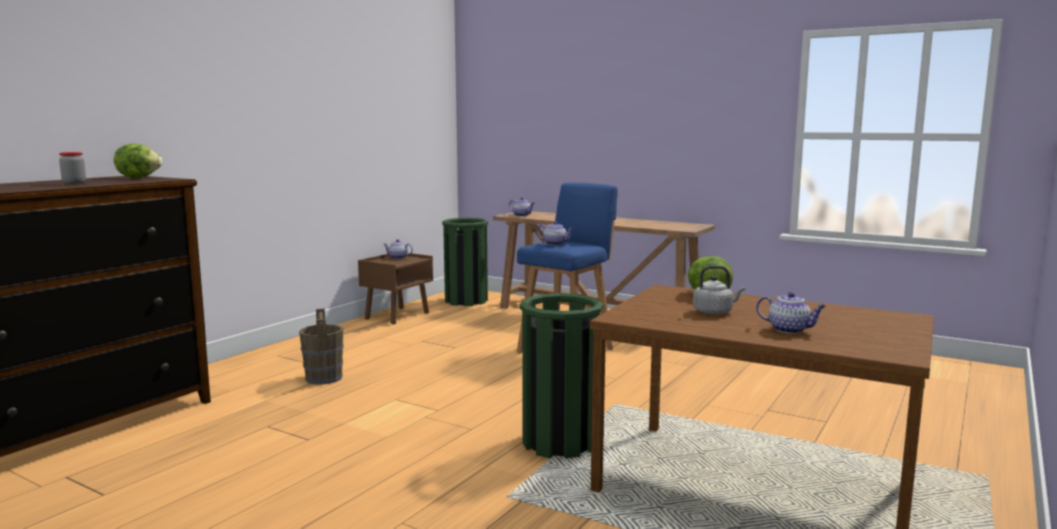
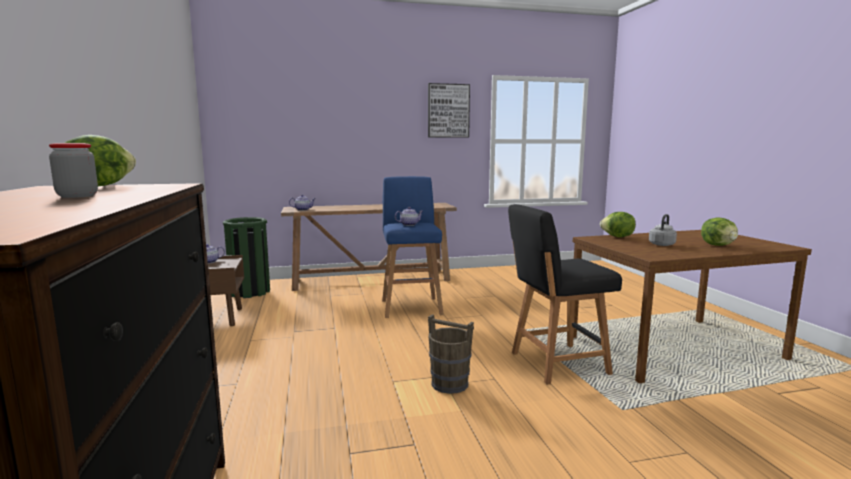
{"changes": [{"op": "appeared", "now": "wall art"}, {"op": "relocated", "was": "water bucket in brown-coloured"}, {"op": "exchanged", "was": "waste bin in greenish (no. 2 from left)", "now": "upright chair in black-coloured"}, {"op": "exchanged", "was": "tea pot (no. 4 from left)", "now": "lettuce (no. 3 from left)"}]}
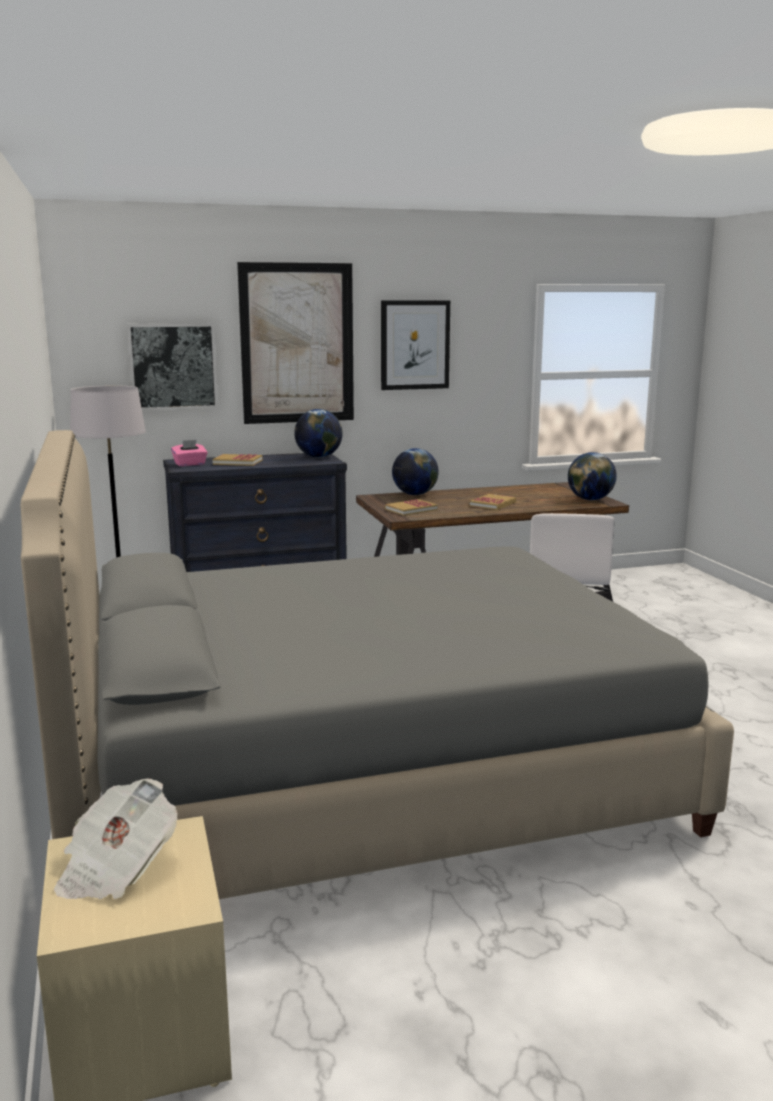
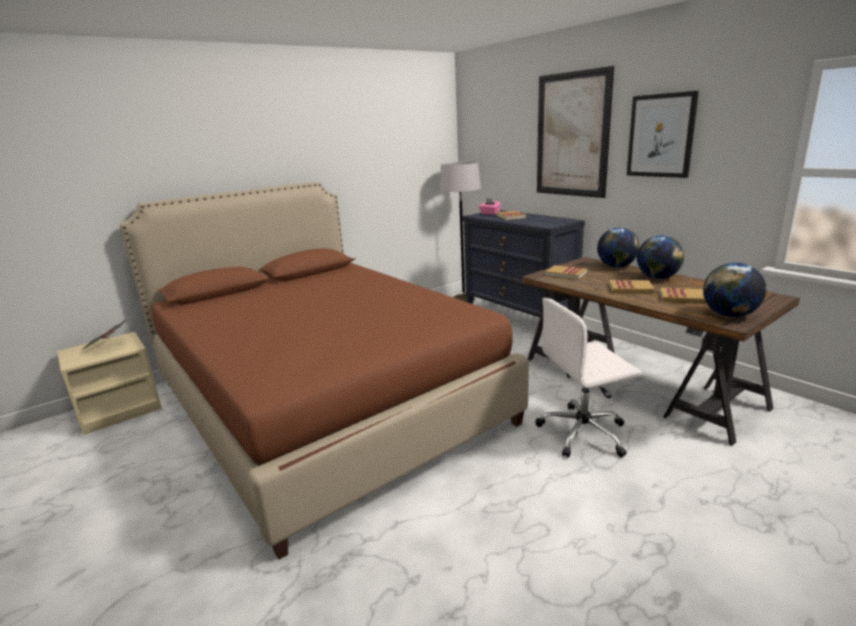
{"changes": [{"op": "missing", "was": "wall art (no. 1 from left)"}, {"op": "appeared", "now": "volume (no. 4 from left)"}, {"op": "relocated", "was": "world globe (no. 1 from left in the first image)", "now": "world globe (no. 2 from left)"}, {"op": "colour", "was": "sleeping bed in gray", "now": "sleeping bed in brown-coloured"}]}
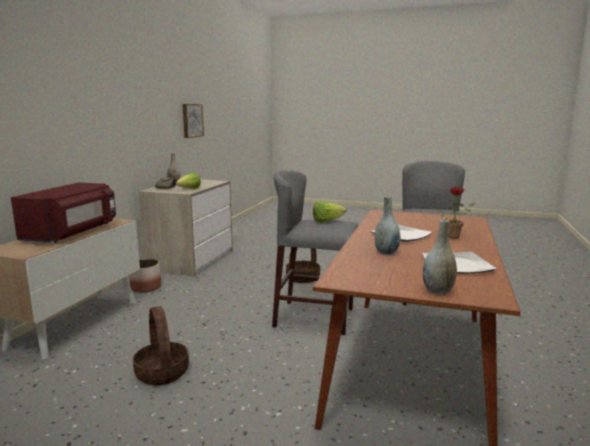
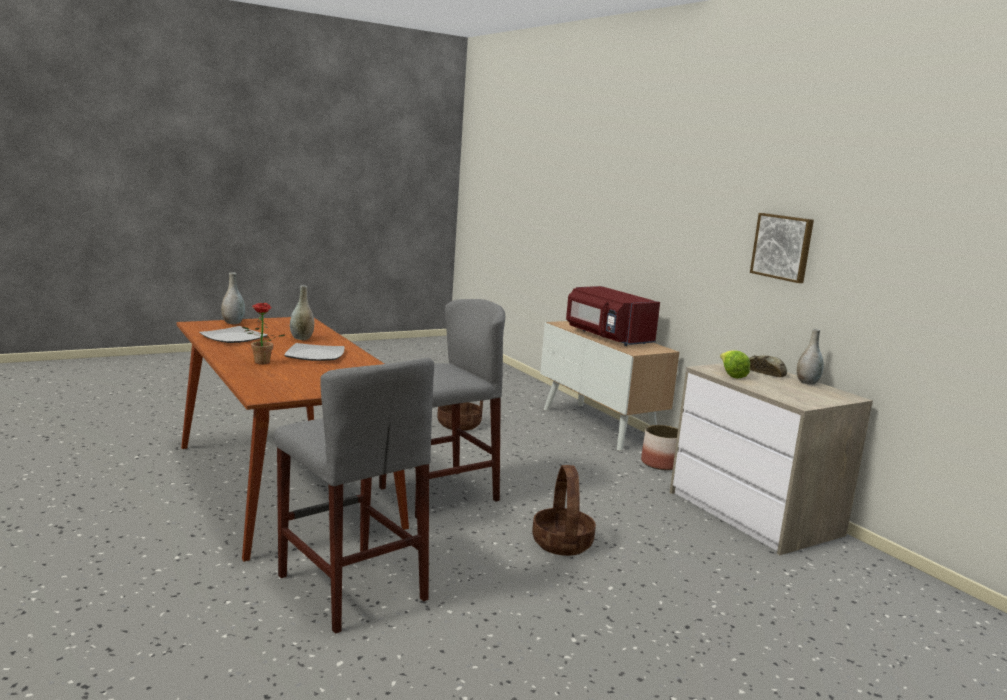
{"changes": [{"op": "missing", "was": "lettuce (no. 2 from left)"}, {"op": "relocated", "was": "wall art"}]}
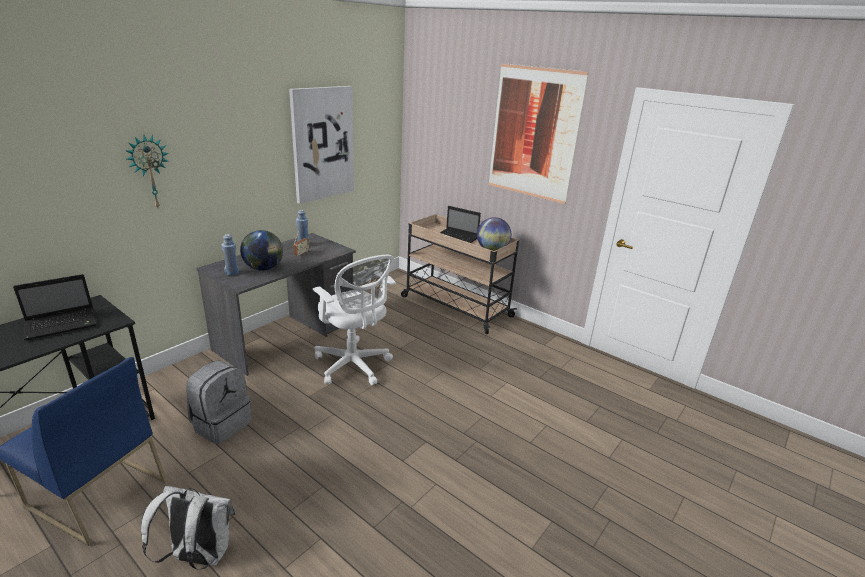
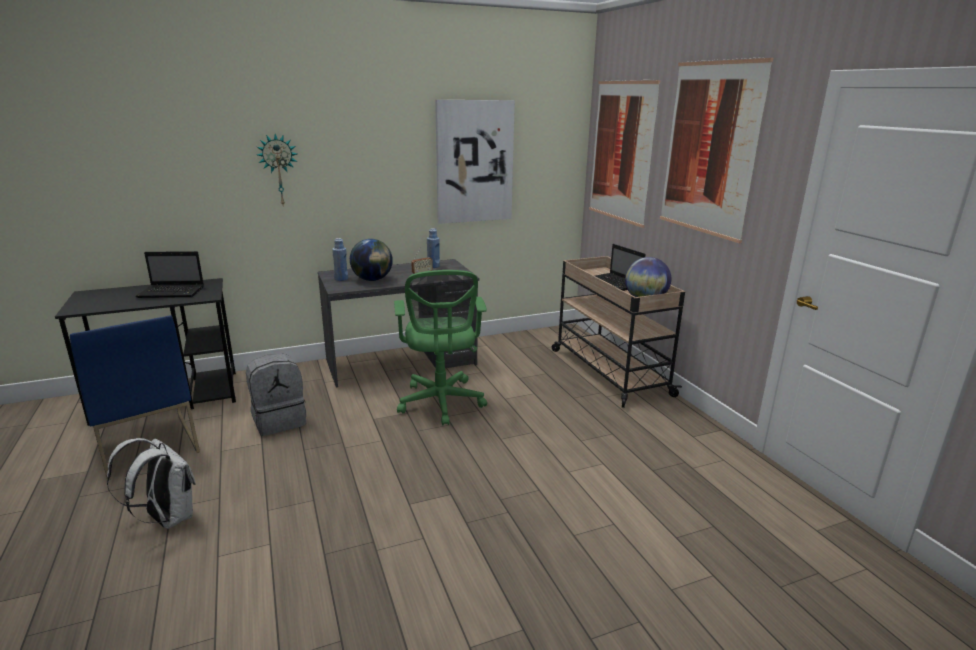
{"changes": [{"op": "appeared", "now": "wall art (no. 2 from left)"}, {"op": "colour", "was": "office chair in white-coloured", "now": "office chair in greenish"}]}
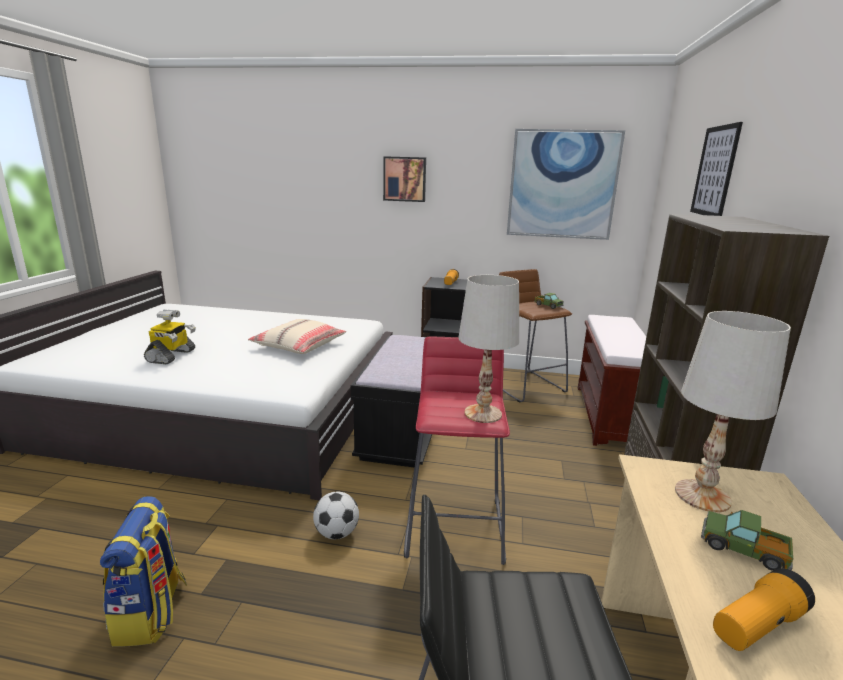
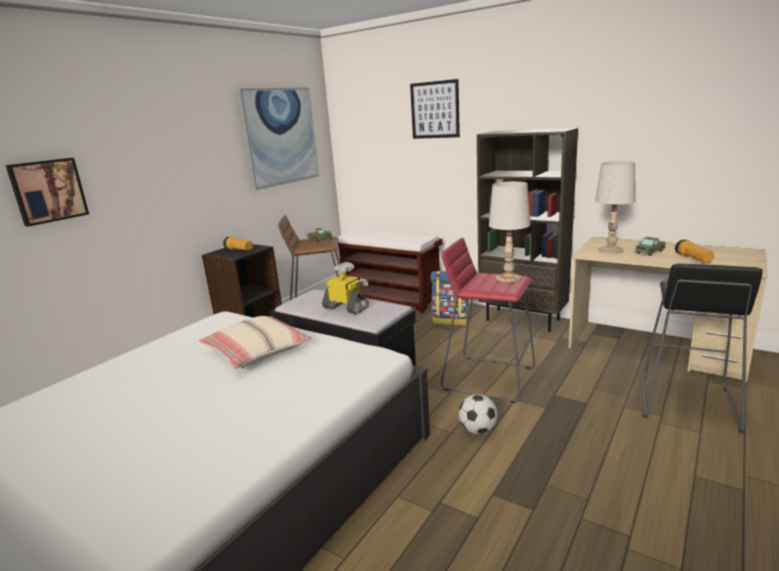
{"changes": [{"op": "relocated", "was": "rucksack"}, {"op": "relocated", "was": "toy robot"}, {"op": "relocated", "was": "wall art (no. 1 from left)"}]}
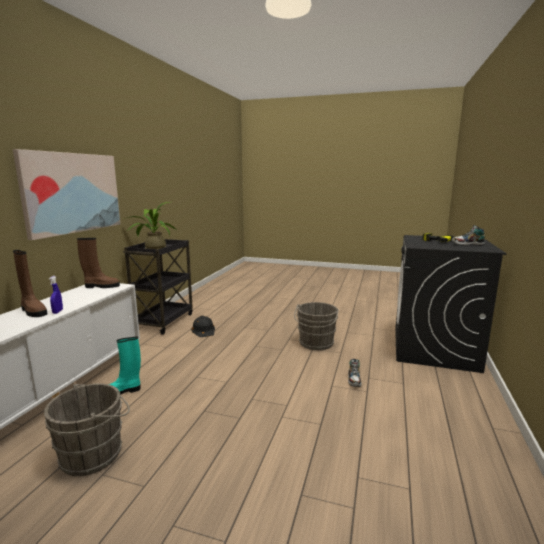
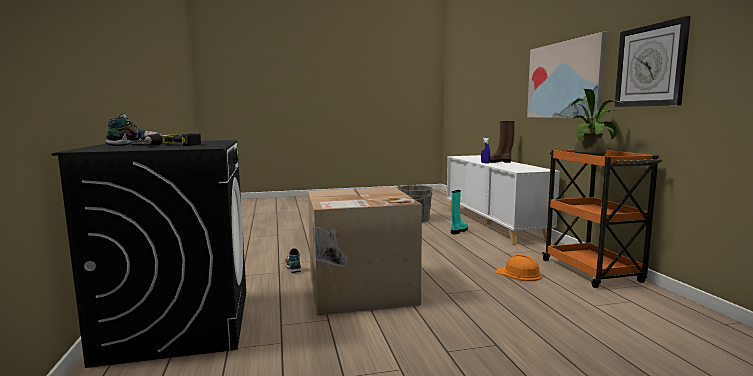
{"changes": [{"op": "missing", "was": "tall boot in brown-coloured (no. 2 from left)"}, {"op": "appeared", "now": "hanging clock"}, {"op": "exchanged", "was": "water bucket in gray (no. 2 from left)", "now": "packing box"}, {"op": "colour", "was": "wheeled cart in black-coloured", "now": "wheeled cart in orangey"}, {"op": "colour", "was": "hard hat in black-coloured", "now": "hard hat in orangey"}]}
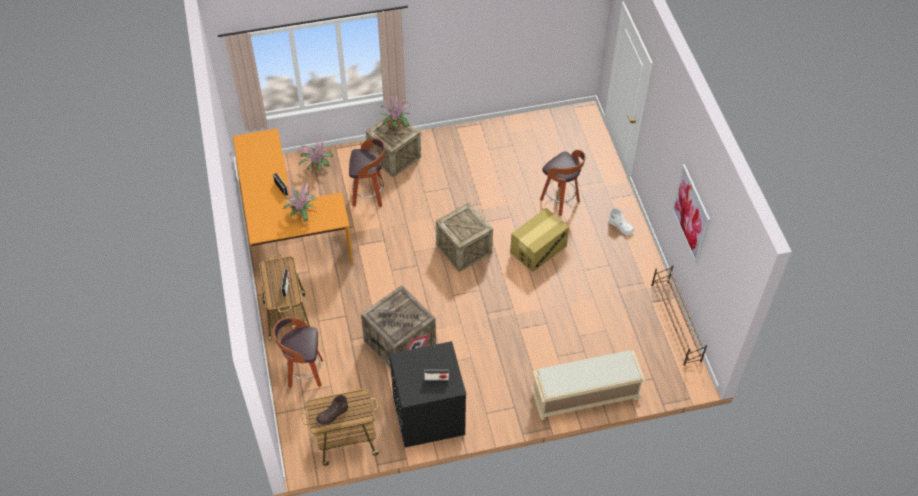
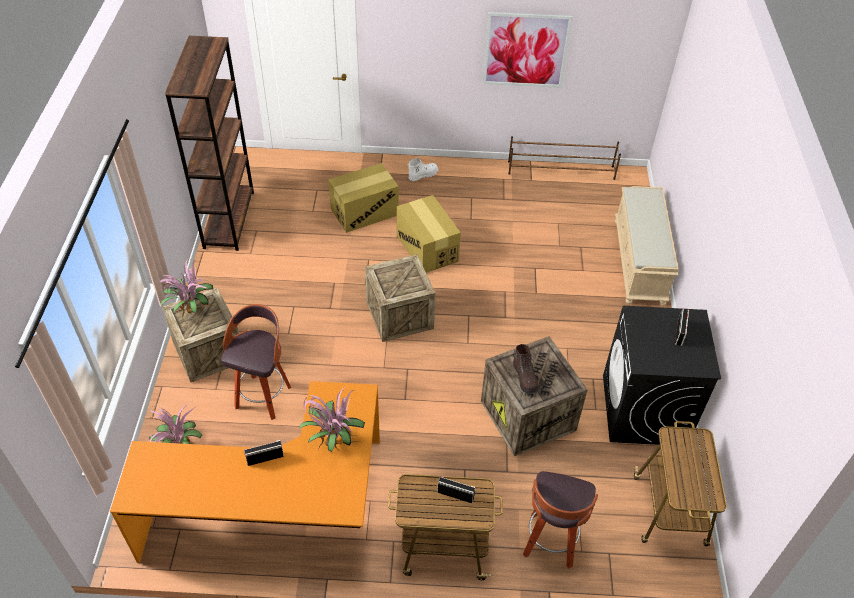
{"changes": [{"op": "appeared", "now": "bookshelf in brown-coloured"}, {"op": "relocated", "was": "tall boot in brown-coloured"}, {"op": "exchanged", "was": "sitting stool (no. 3 from left)", "now": "packing box (no. 1 from left)"}]}
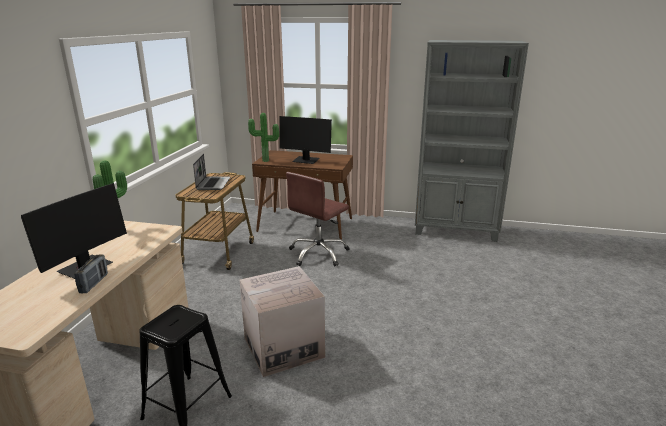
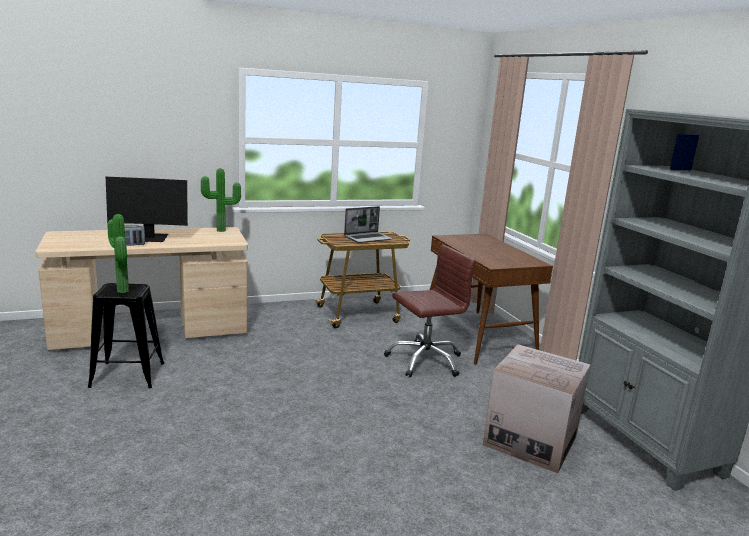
{"changes": [{"op": "missing", "was": "computer screen (no. 2 from left)"}, {"op": "relocated", "was": "packing box"}, {"op": "relocated", "was": "potted plant (no. 2 from left in the first image)", "now": "potted plant (no. 1 from left)"}, {"op": "spun", "was": "office chair in brown-coloured", "clockwise": 150}]}
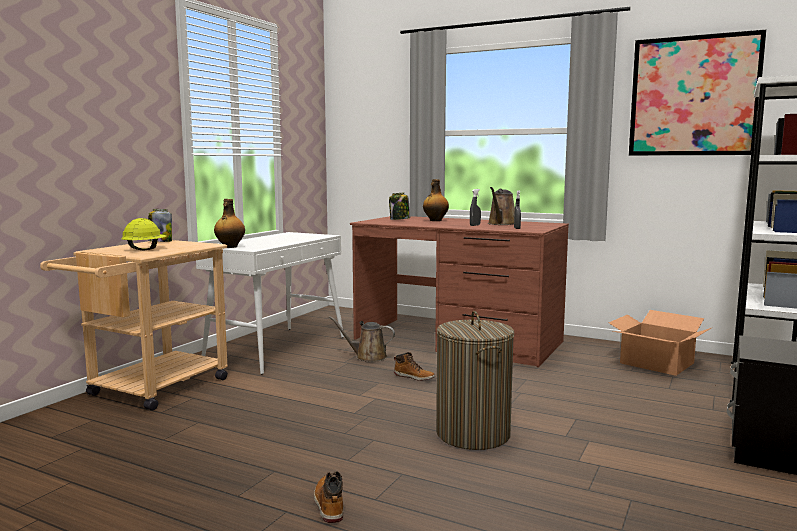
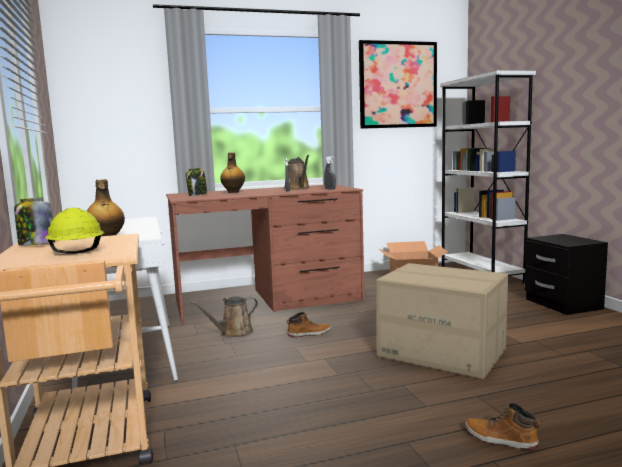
{"changes": [{"op": "exchanged", "was": "laundry basket", "now": "packing box (no. 2 from left)"}]}
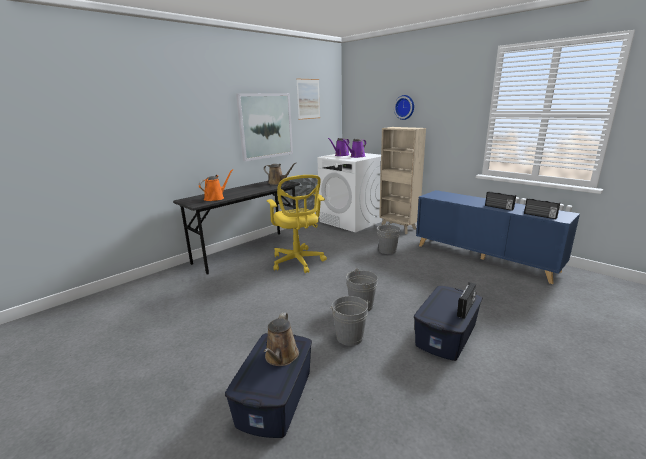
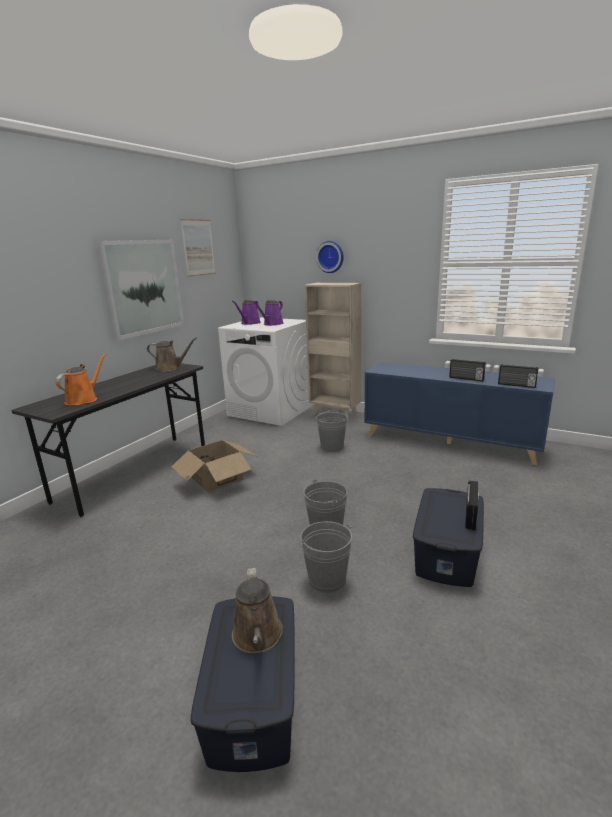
{"changes": [{"op": "exchanged", "was": "office chair in yellow-coloured", "now": "packing box"}]}
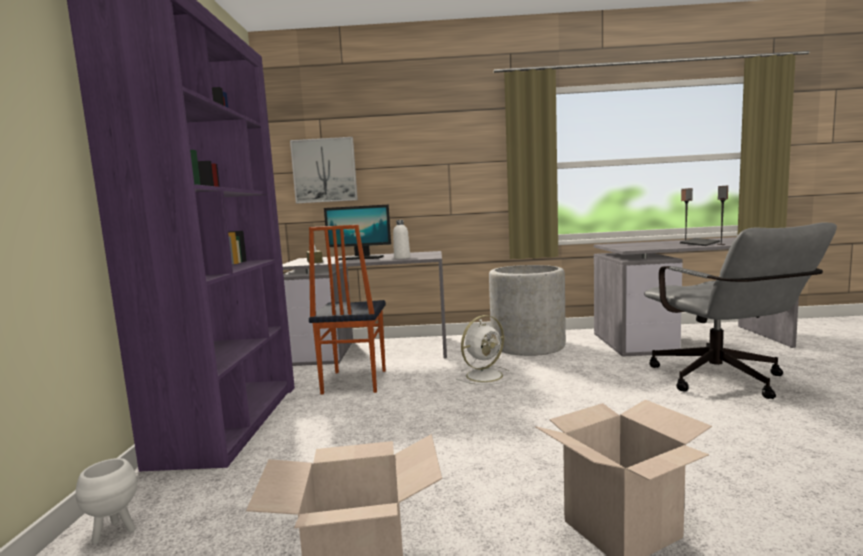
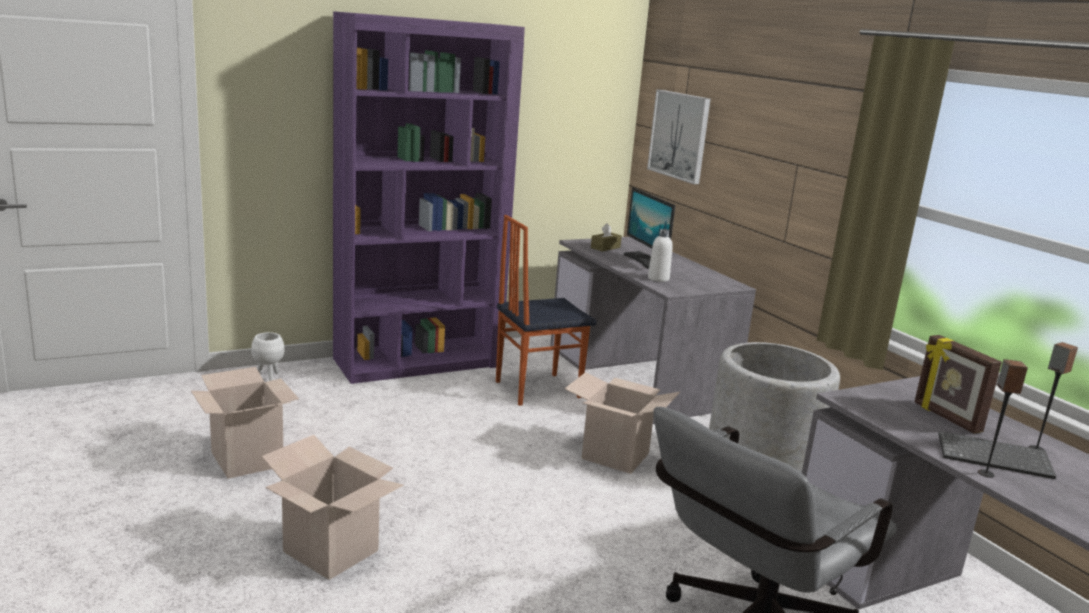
{"changes": [{"op": "appeared", "now": "photo frame"}, {"op": "exchanged", "was": "cooling fan in white-coloured", "now": "packing box (no. 3 from left)"}]}
